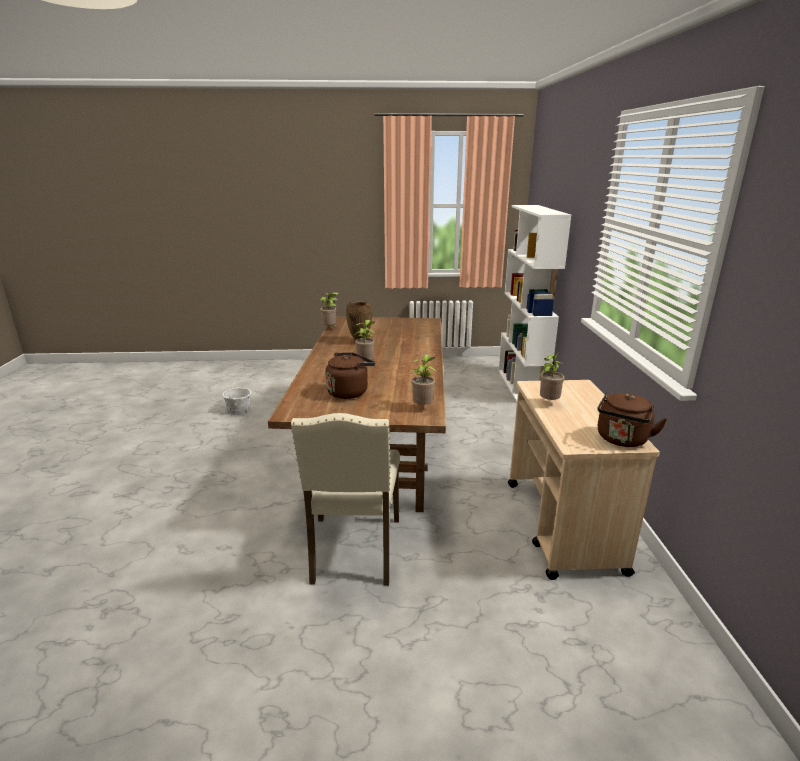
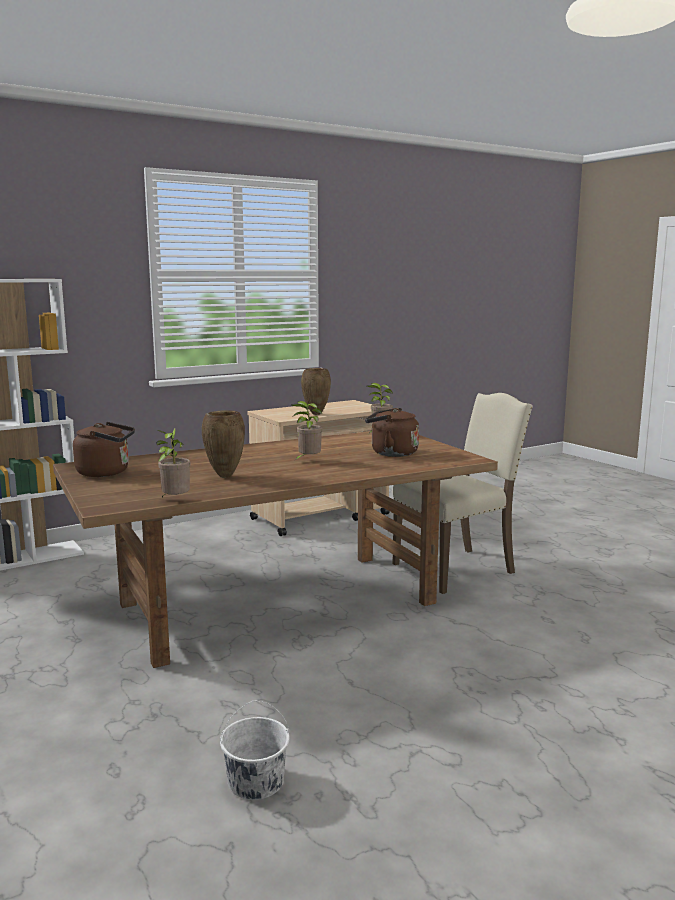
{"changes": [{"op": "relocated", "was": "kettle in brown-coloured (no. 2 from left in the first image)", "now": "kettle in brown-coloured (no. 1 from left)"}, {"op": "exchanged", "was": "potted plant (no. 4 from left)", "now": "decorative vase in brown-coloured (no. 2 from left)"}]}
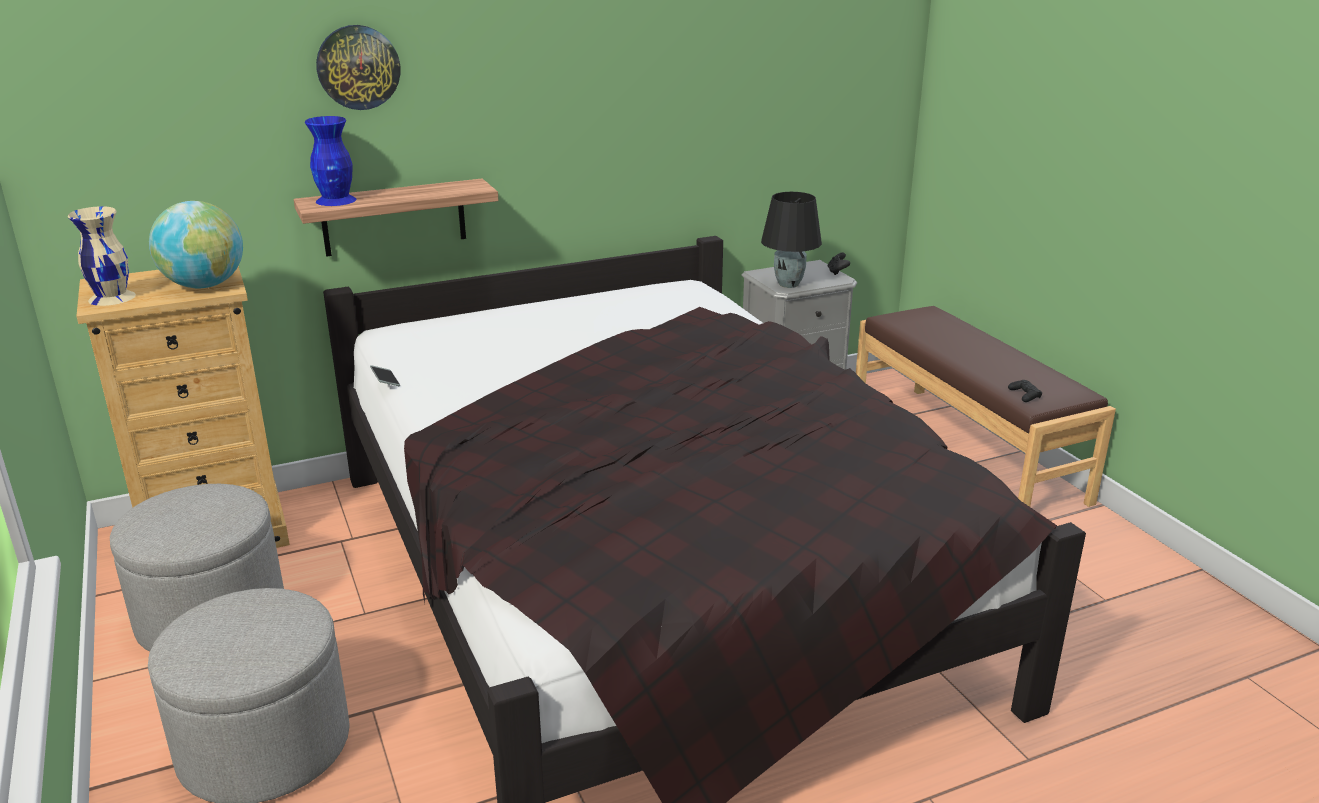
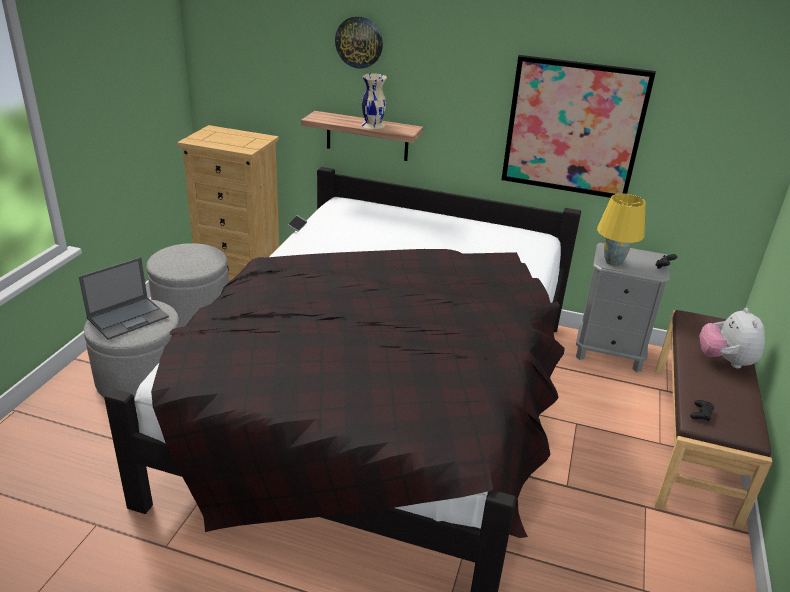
{"changes": [{"op": "missing", "was": "world globe"}, {"op": "missing", "was": "decorative vase in blue"}, {"op": "appeared", "now": "notebook computer"}, {"op": "appeared", "now": "wall art"}, {"op": "appeared", "now": "cuddly toy"}, {"op": "relocated", "was": "decorative vase in sand-coloured"}, {"op": "colour", "was": "table lamp in black-coloured", "now": "table lamp in yellow-coloured"}]}
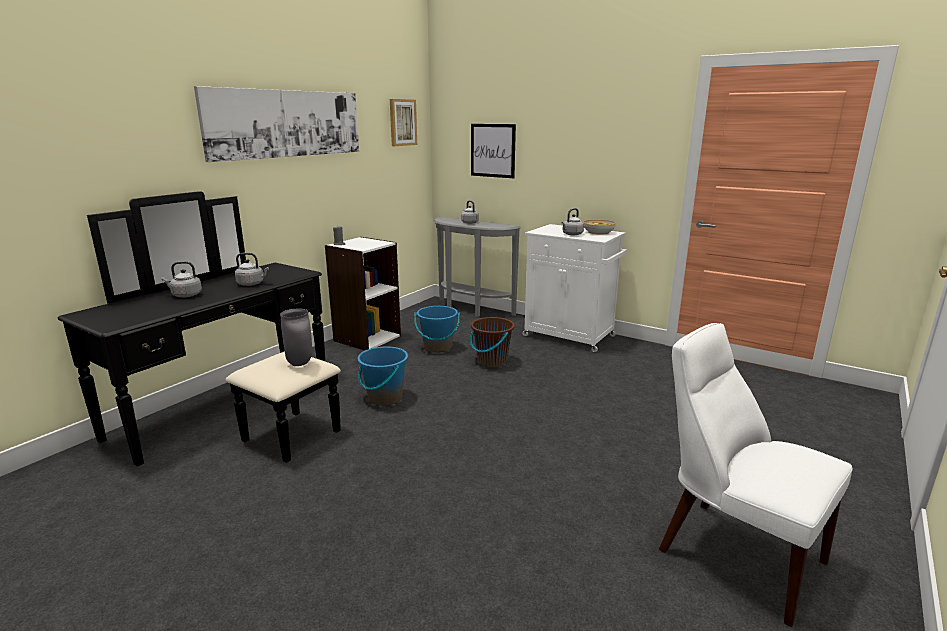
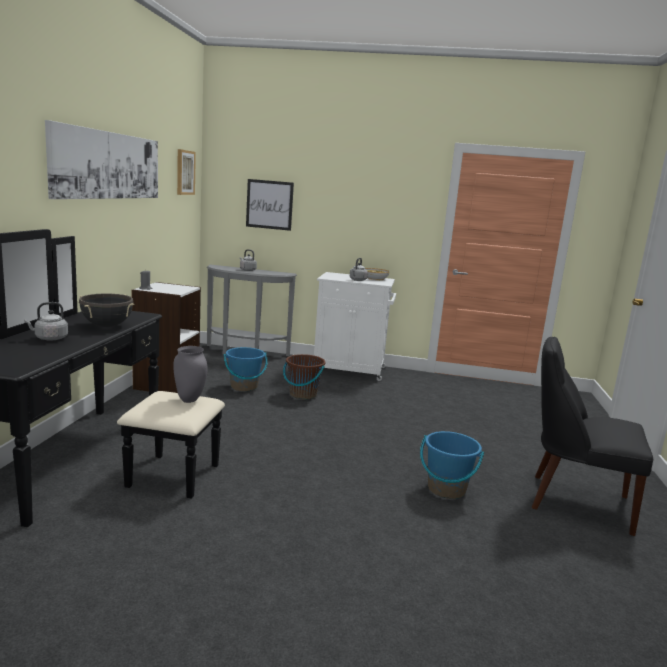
{"changes": [{"op": "relocated", "was": "water bucket in blue (no. 1 from left in the first image)", "now": "water bucket in blue (no. 2 from left)"}, {"op": "exchanged", "was": "kettle in gray (no. 2 from left)", "now": "cooking pot in black-coloured"}, {"op": "colour", "was": "upright chair in white-coloured", "now": "upright chair in black-coloured"}]}
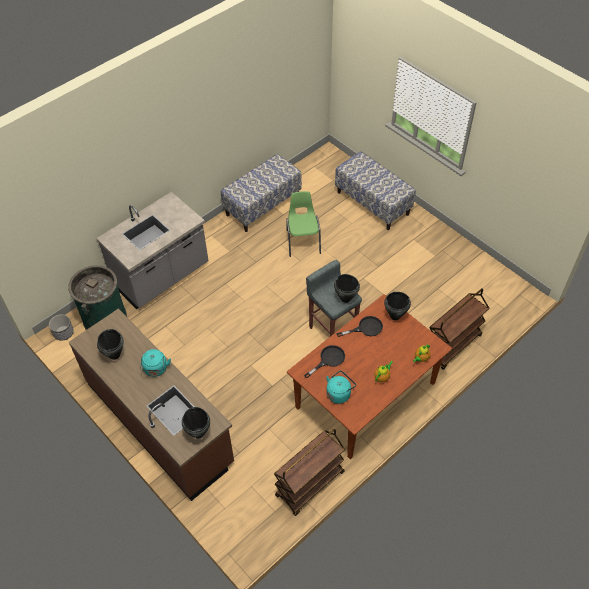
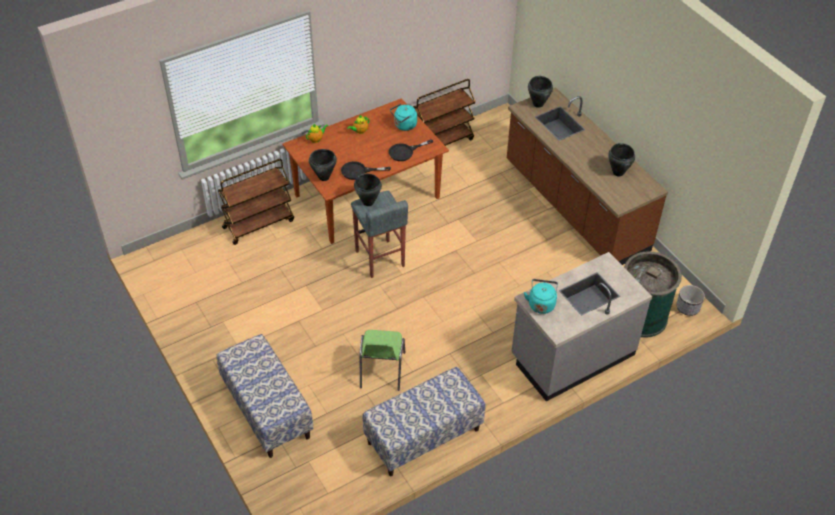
{"changes": [{"op": "relocated", "was": "kettle in turquoise (no. 1 from left in the first image)", "now": "kettle in turquoise (no. 2 from left)"}]}
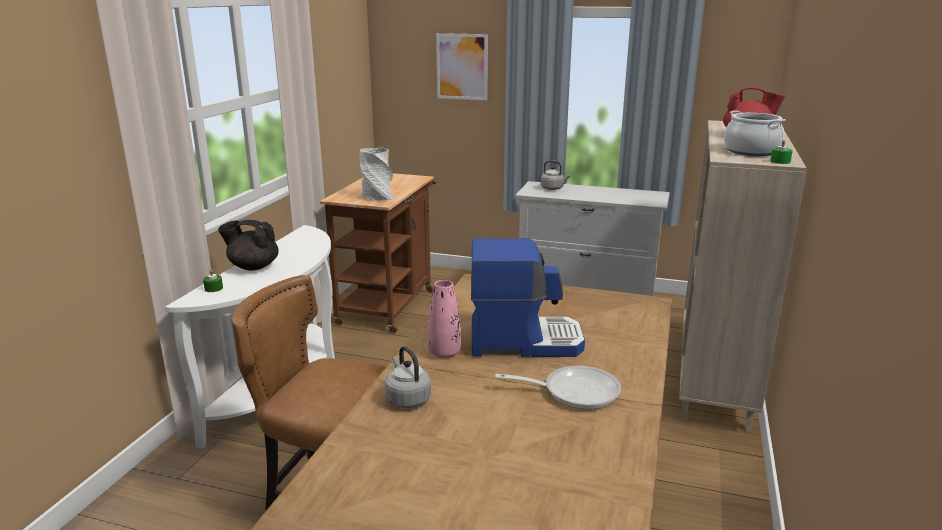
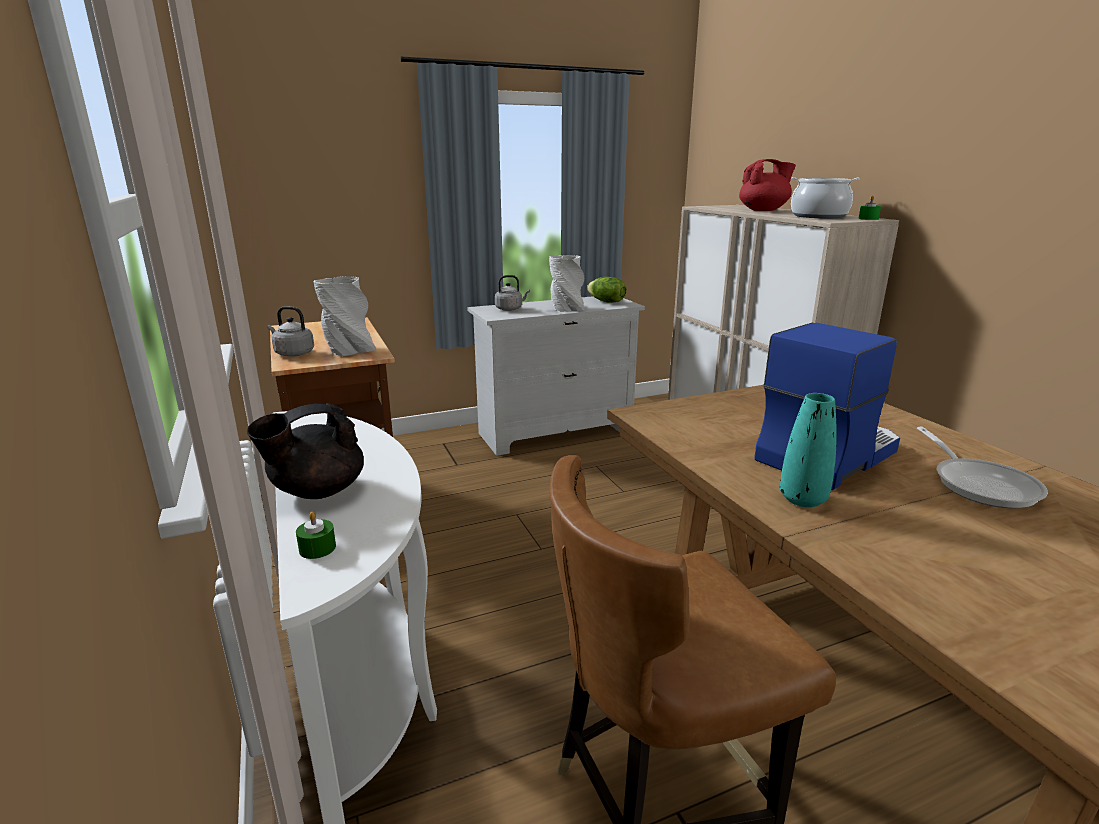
{"changes": [{"op": "missing", "was": "wall art"}, {"op": "appeared", "now": "decorative vase in gray (no. 2 from left)"}, {"op": "appeared", "now": "lettuce"}, {"op": "relocated", "was": "kettle in gray (no. 1 from left)"}, {"op": "colour", "was": "decorative vase in pink-coloured", "now": "decorative vase in turquoise"}, {"op": "spun", "was": "pan", "clockwise": 120}]}
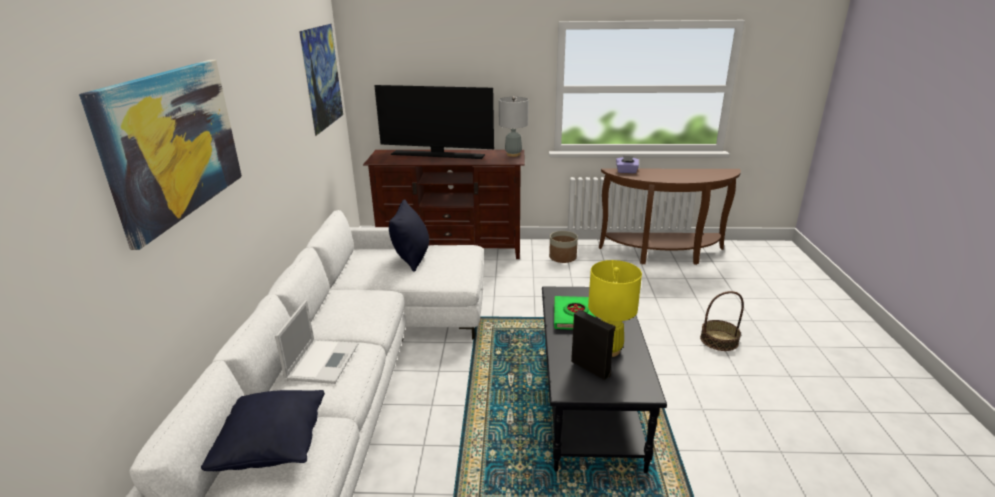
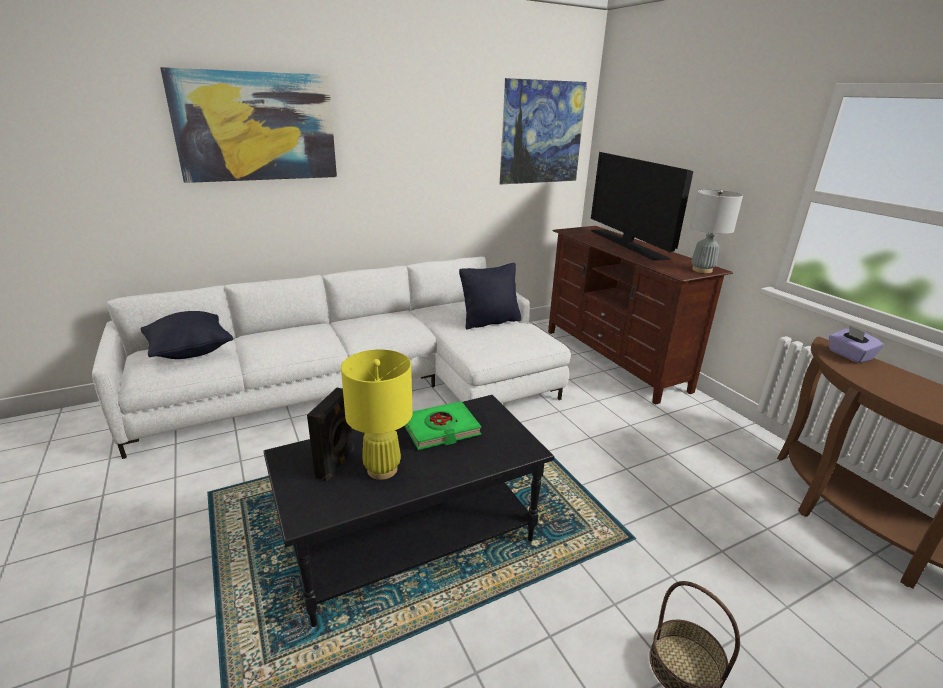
{"changes": [{"op": "missing", "was": "notebook computer"}, {"op": "missing", "was": "flower pot"}]}
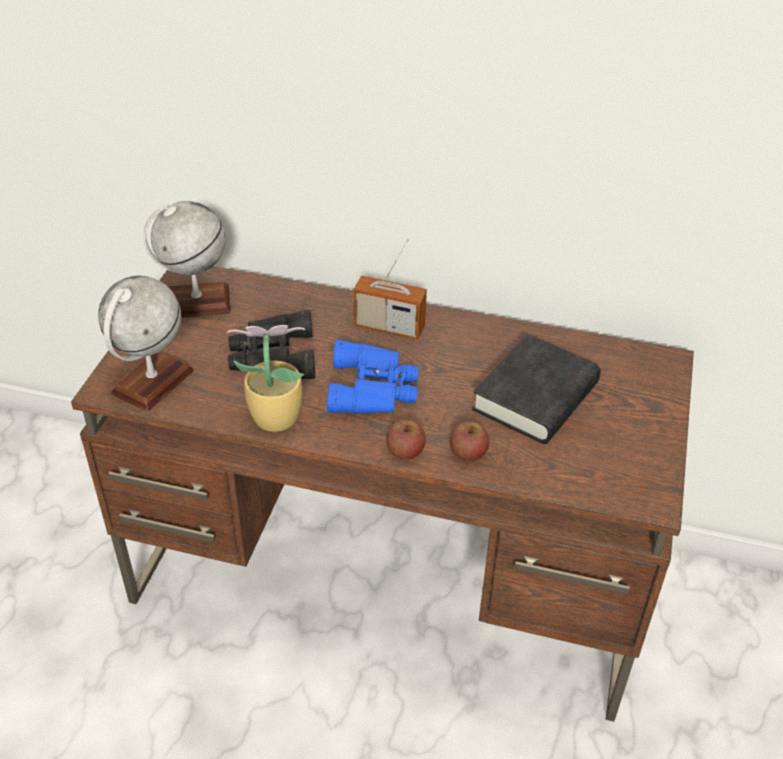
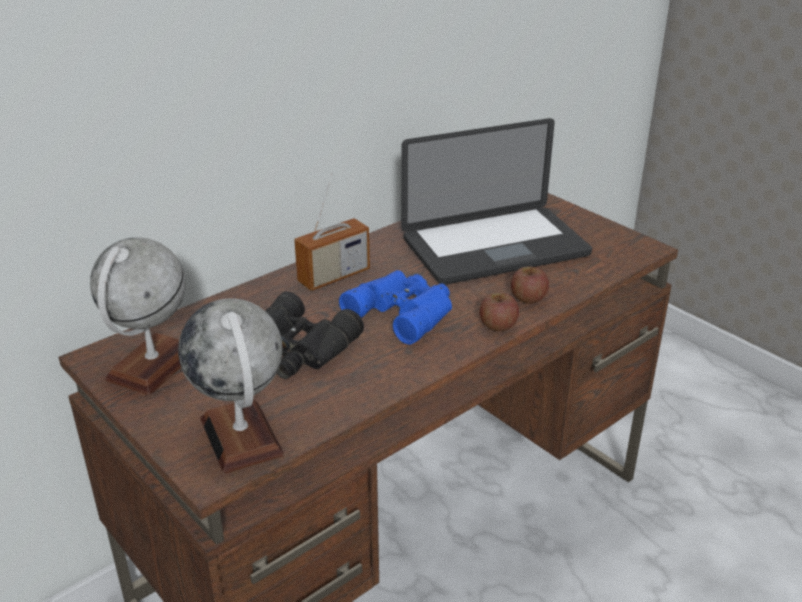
{"changes": [{"op": "missing", "was": "potted plant"}, {"op": "exchanged", "was": "volume in black-coloured", "now": "notebook computer"}]}
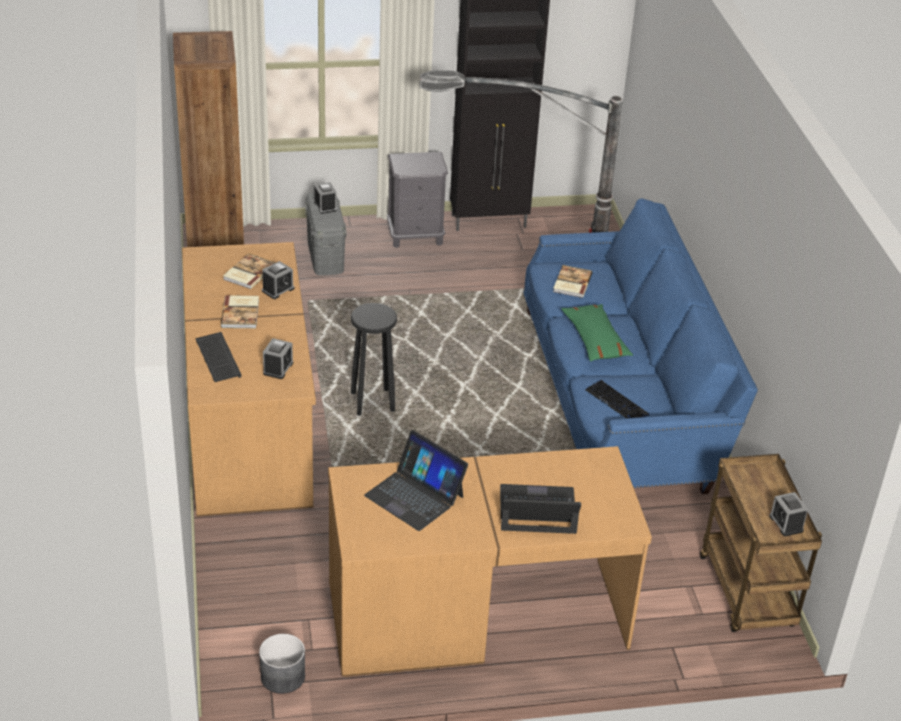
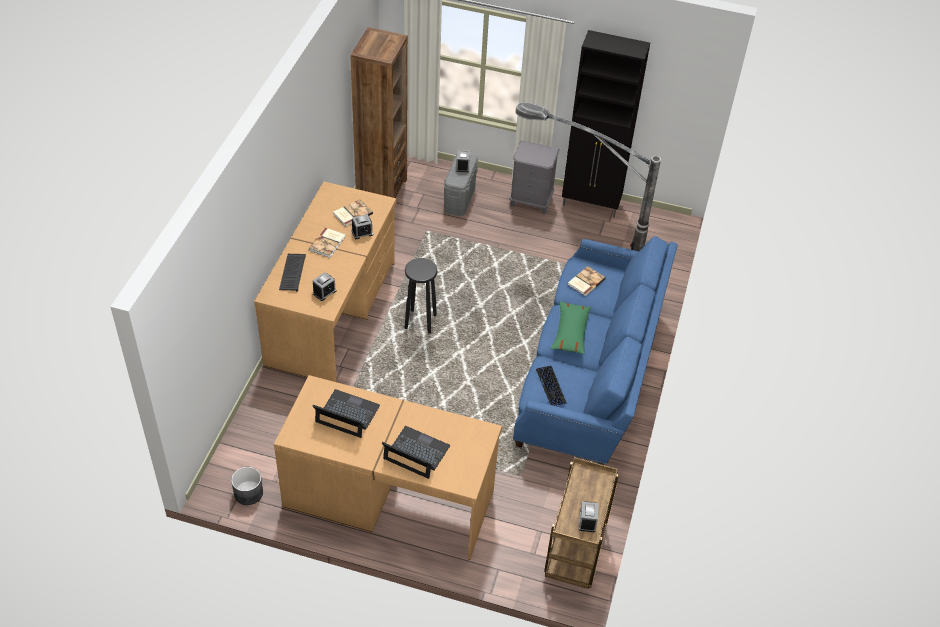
{"changes": [{"op": "spun", "was": "notebook computer (no. 1 from left)", "clockwise": 135}]}
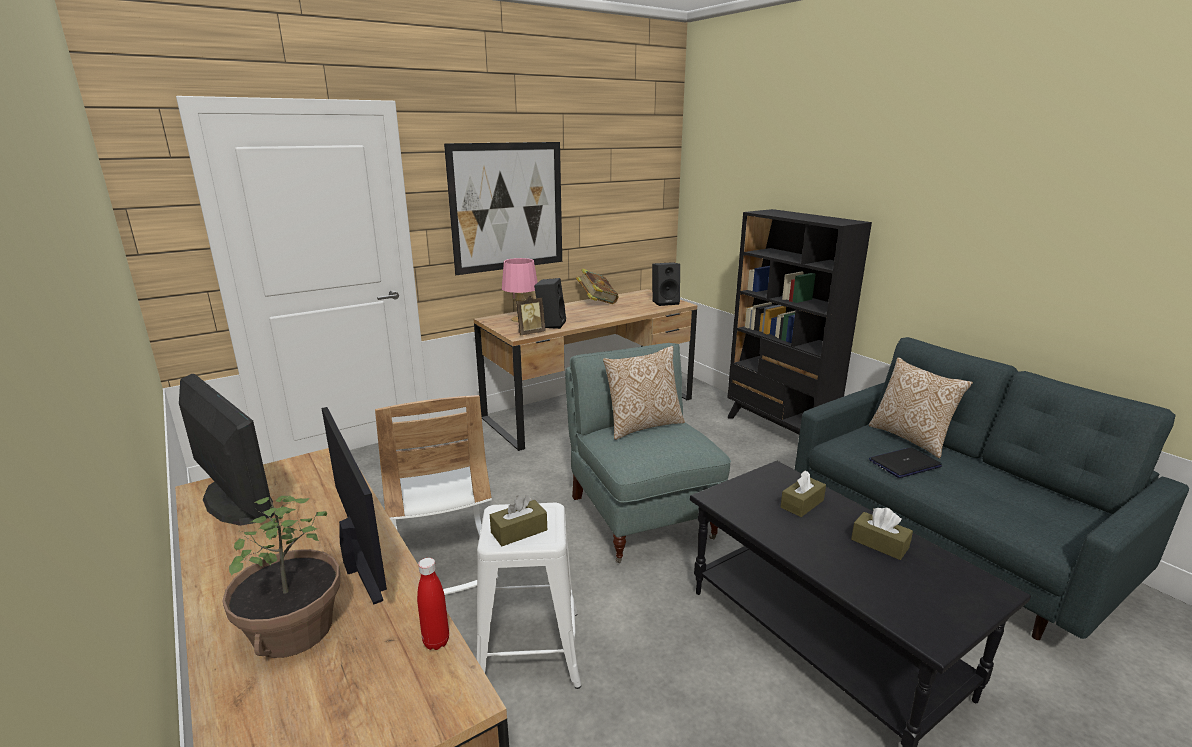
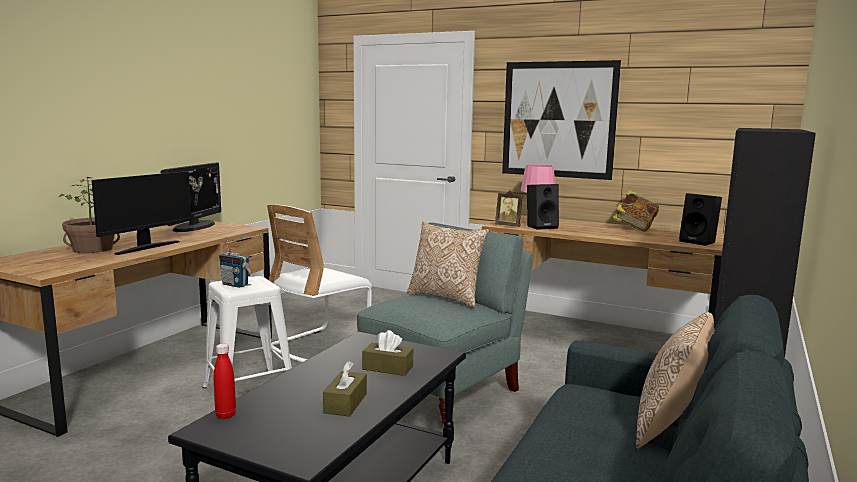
{"changes": [{"op": "missing", "was": "notebook computer"}, {"op": "relocated", "was": "bottle in red-coloured"}, {"op": "exchanged", "was": "tissue holder in brown-coloured (no. 1 from left)", "now": "radio"}]}
